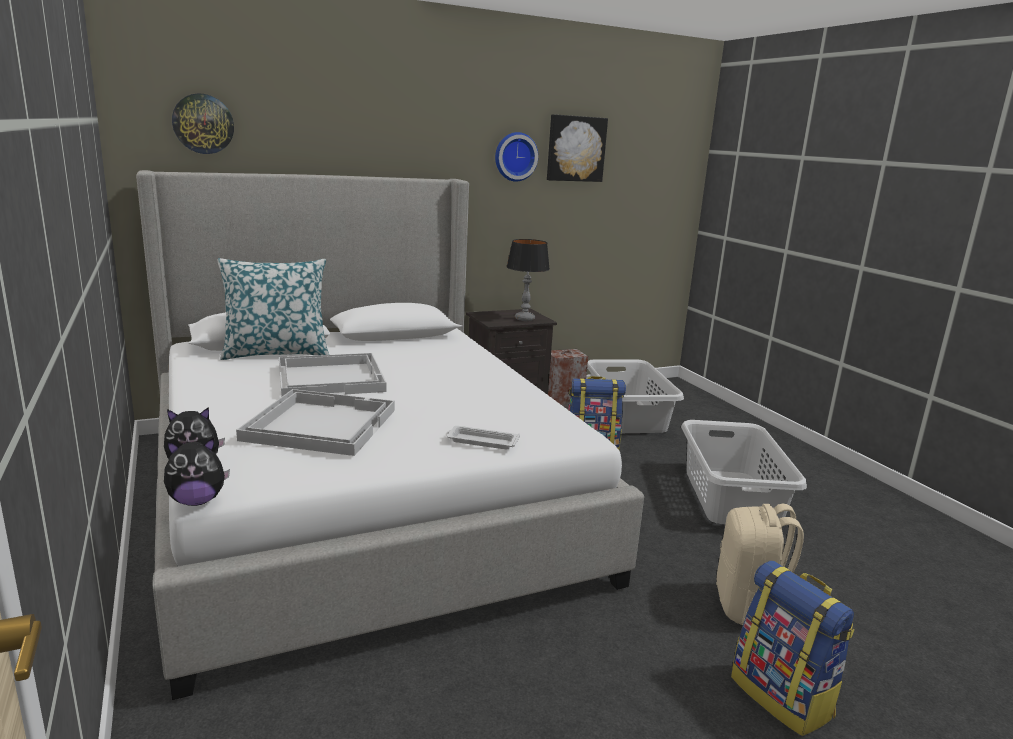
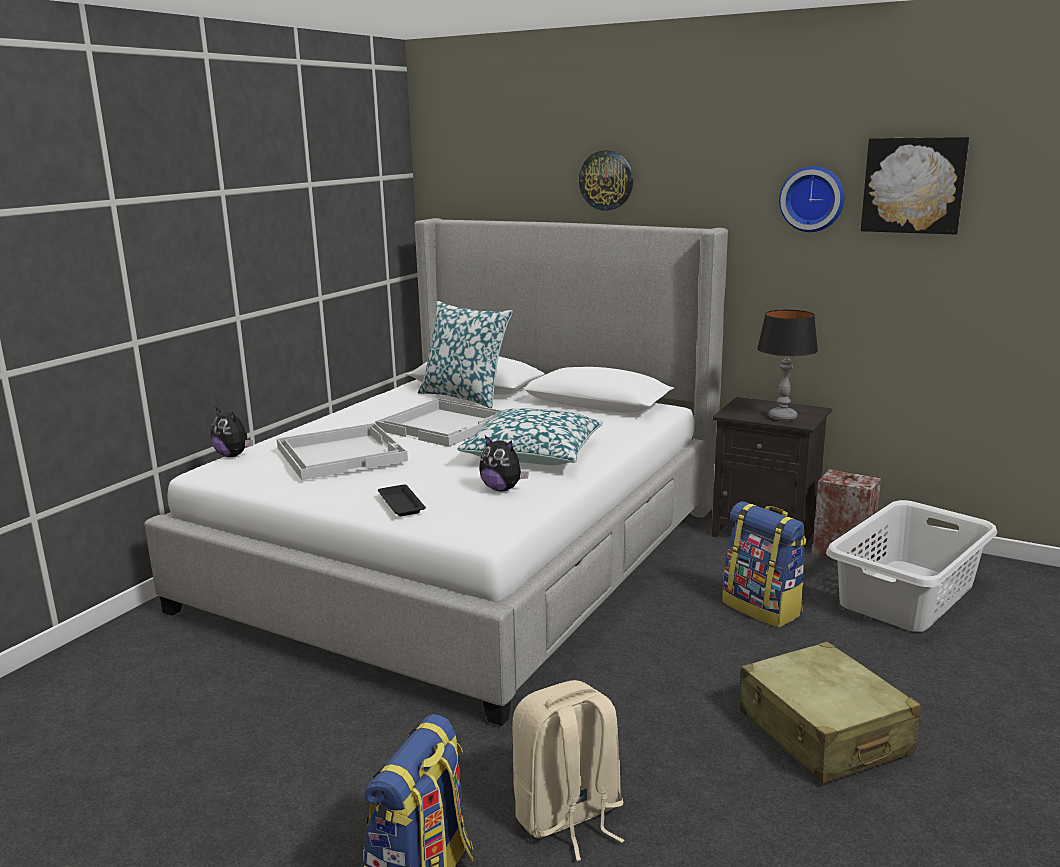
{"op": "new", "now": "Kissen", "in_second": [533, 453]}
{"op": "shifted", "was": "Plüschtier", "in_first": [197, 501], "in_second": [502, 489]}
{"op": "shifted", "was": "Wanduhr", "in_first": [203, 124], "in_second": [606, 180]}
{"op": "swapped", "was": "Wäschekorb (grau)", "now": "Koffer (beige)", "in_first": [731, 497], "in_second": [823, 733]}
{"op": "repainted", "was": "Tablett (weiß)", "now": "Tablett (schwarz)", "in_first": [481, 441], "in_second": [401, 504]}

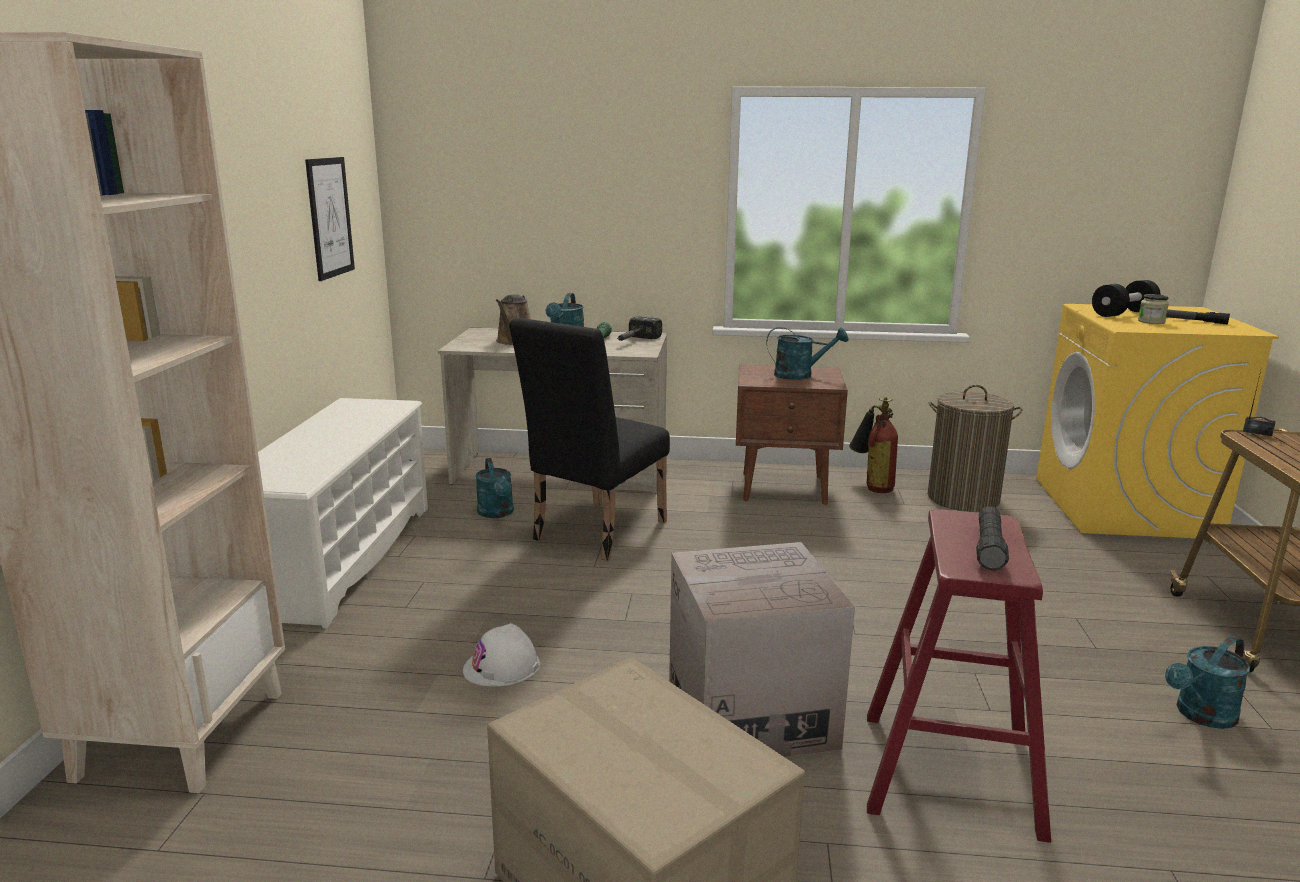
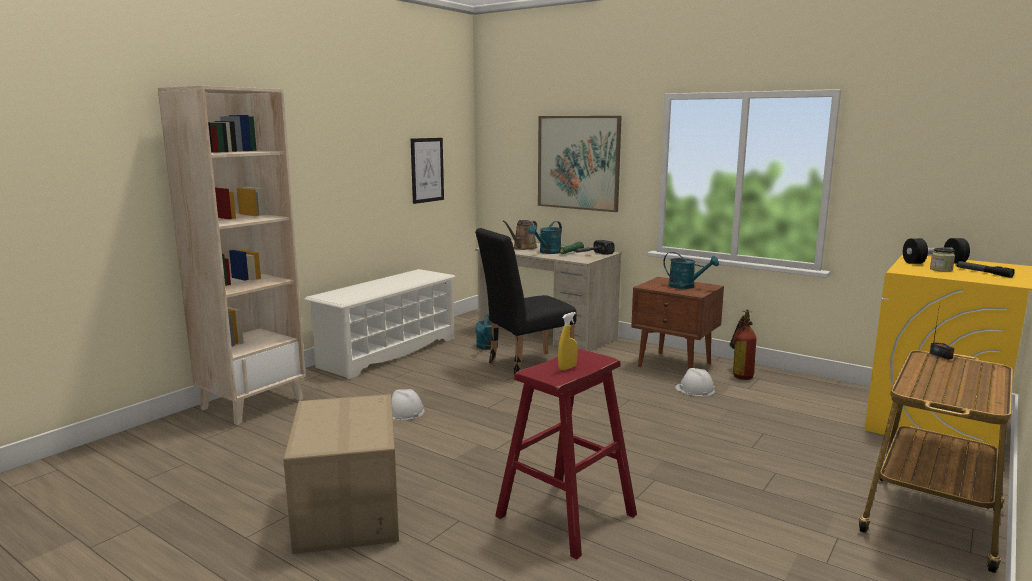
{"op": "gone", "was": "Karton", "in_first": [750, 714]}
{"op": "gone", "was": "Wäschekorb", "in_first": [963, 498]}
{"op": "gone", "was": "Gießkanne (türkis)", "in_first": [1201, 716]}
{"op": "new", "now": "Bild", "in_second": [578, 162]}
{"op": "new", "now": "Schutzhelm (weiß)", "in_second": [695, 389]}
{"op": "swapped", "was": "Taschenlampe (schwarz)", "now": "Sprühflasche (gelb)", "in_first": [989, 548], "in_second": [567, 368]}

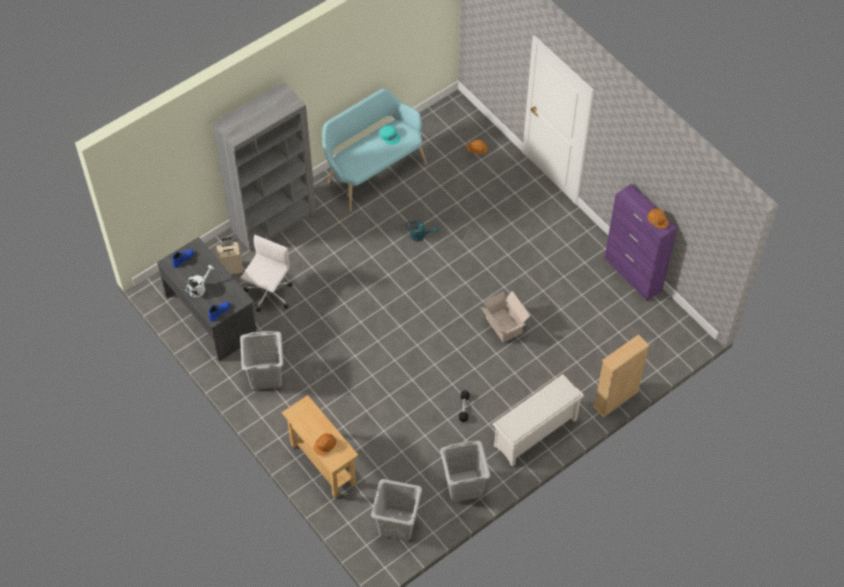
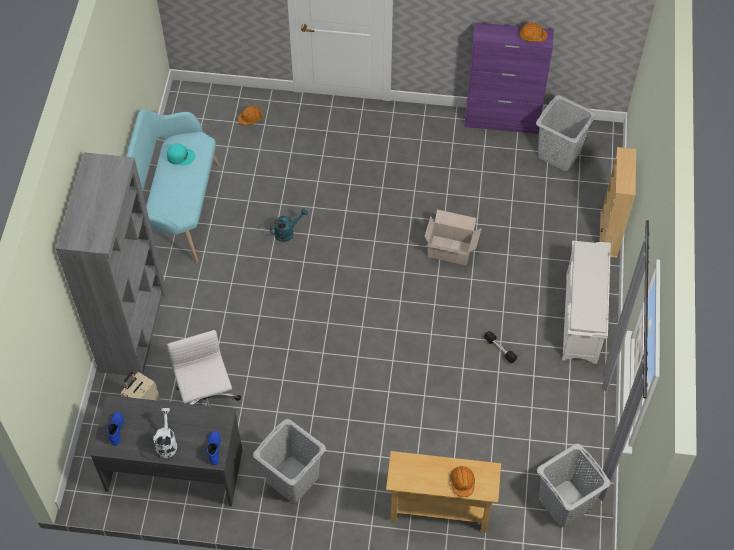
{"op": "shifted", "was": "Wäschekorb (grau)", "in_first": [463, 486], "in_second": [559, 154]}

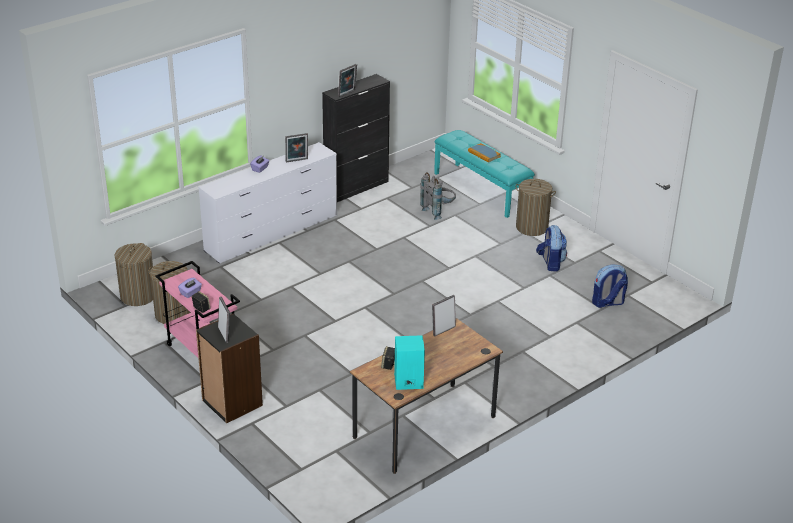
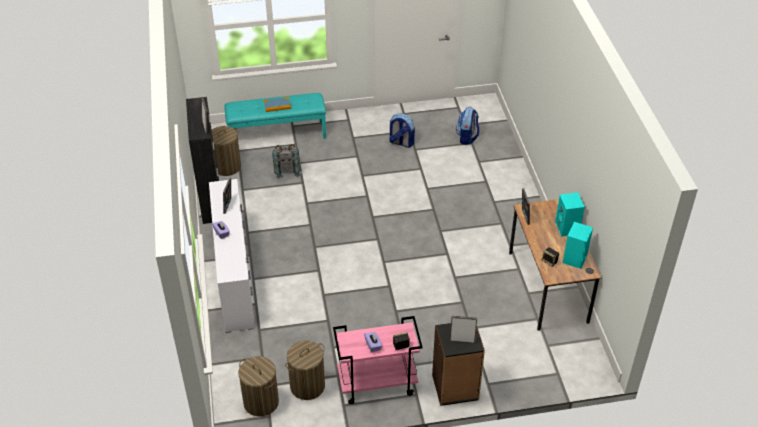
{"op": "new", "now": "Lautsprecher (türkis)", "in_second": [568, 228]}
{"op": "shifted", "was": "Wäschekorb", "in_first": [532, 227], "in_second": [227, 167]}

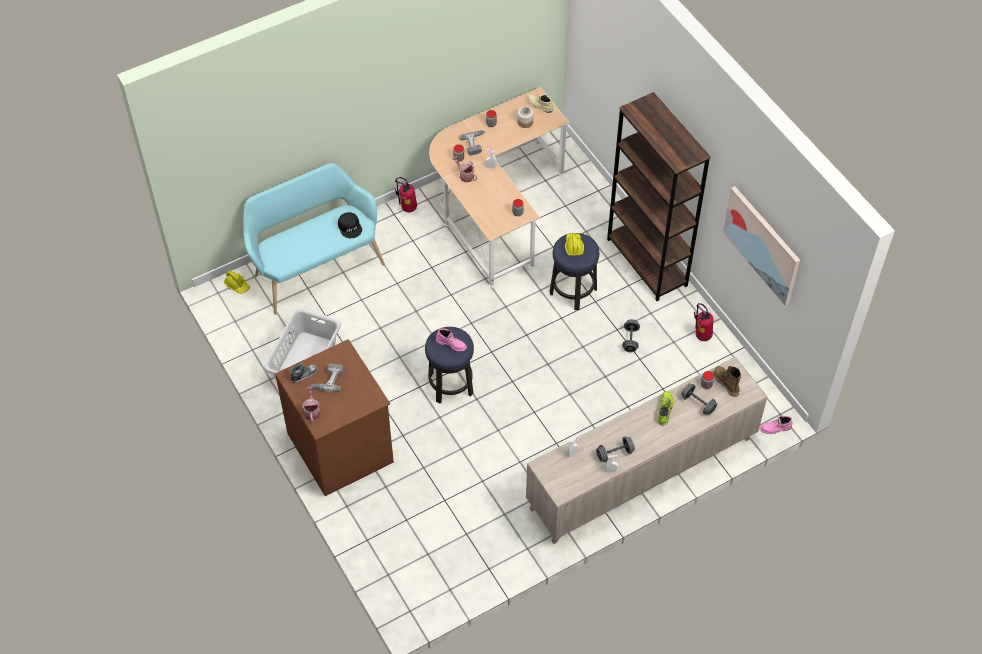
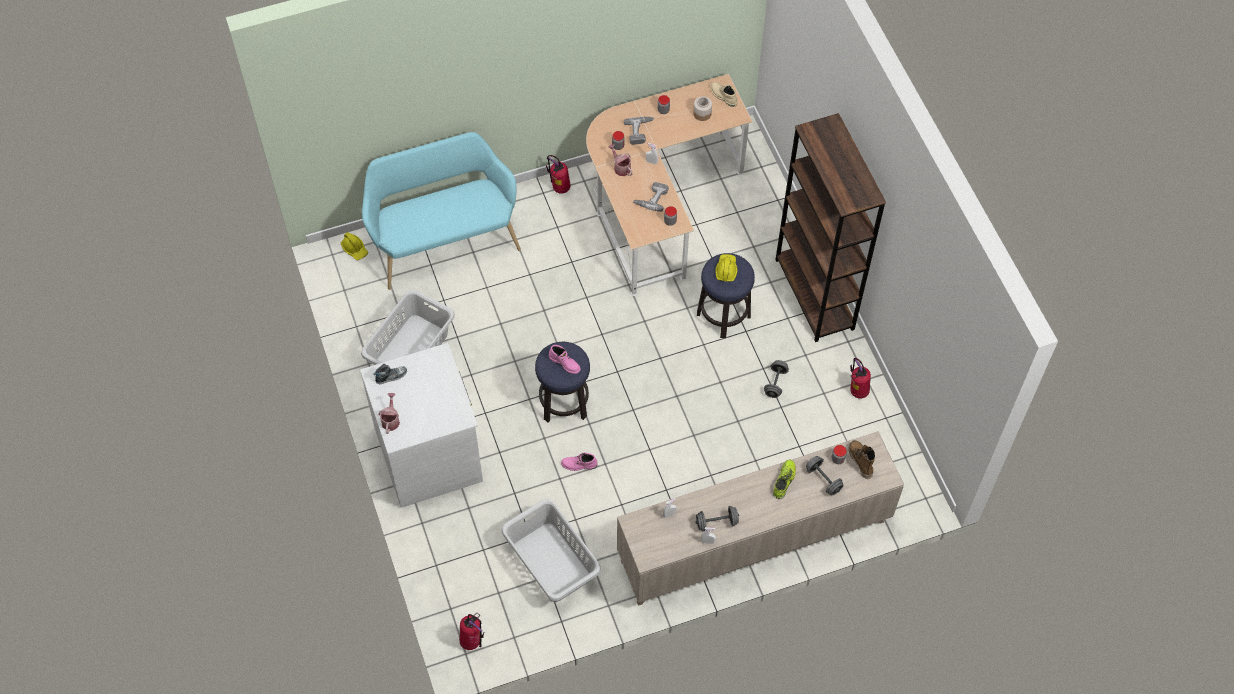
{"op": "gone", "was": "Kappe (schwarz)", "in_first": [350, 227]}
{"op": "gone", "was": "Bild", "in_first": [762, 244]}
{"op": "new", "now": "Feuerlöscher", "in_second": [472, 641]}
{"op": "new", "now": "Wäschekorb (grau)", "in_second": [551, 563]}
{"op": "shifted", "was": "Bohrmaschine", "in_first": [328, 380], "in_second": [651, 198]}
{"op": "shifted", "was": "Stiefel (rosa)", "in_first": [775, 428], "in_second": [579, 465]}
{"op": "repainted", "was": "Kommode (braun)", "now": "Kommode (weiß)", "in_first": [341, 447], "in_second": [430, 454]}

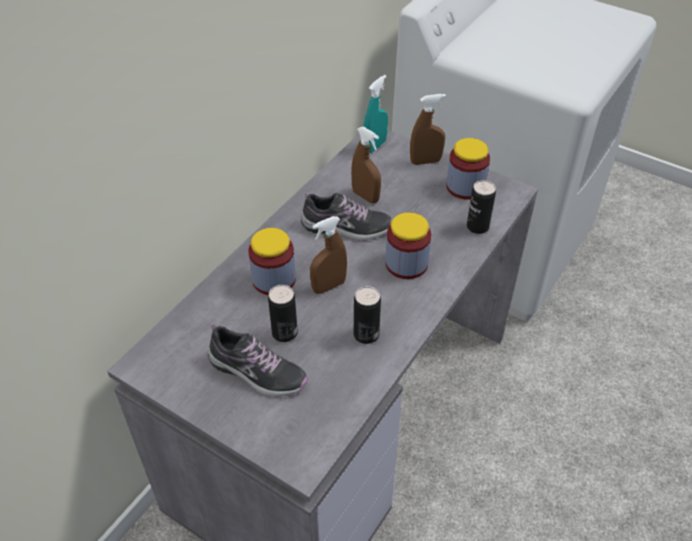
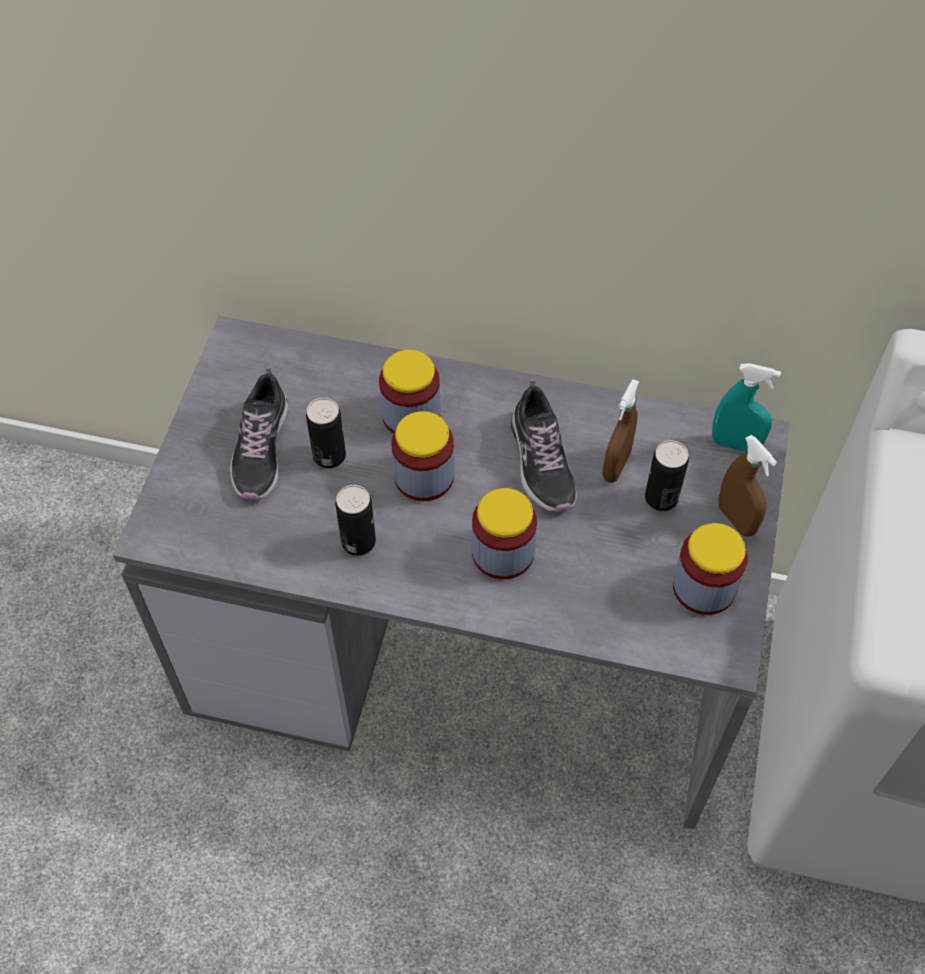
{"op": "shifted", "was": "Dose", "in_first": [477, 227], "in_second": [661, 498]}
{"op": "swapped", "was": "Sprühflasche (braun)", "now": "Vorratsglas", "in_first": [328, 286], "in_second": [424, 476]}

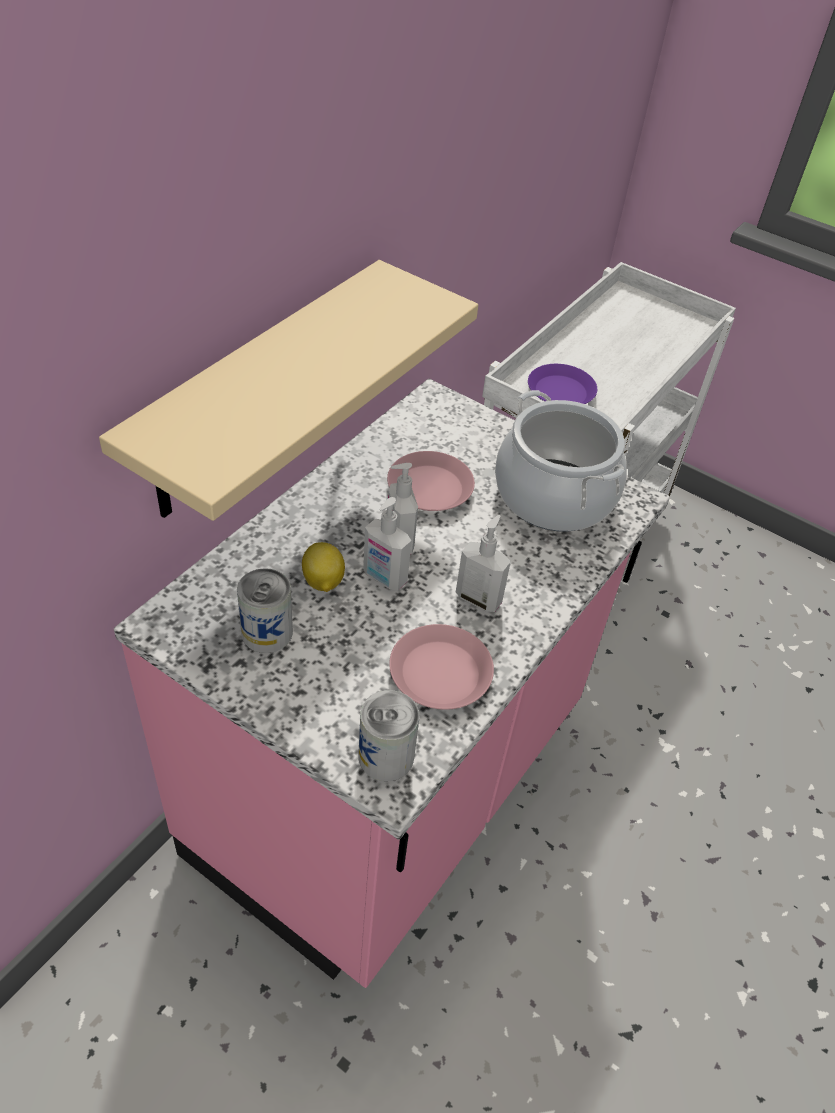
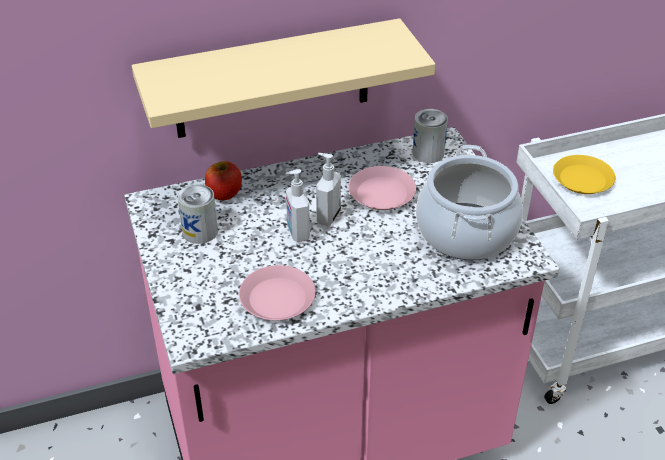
{"op": "gone", "was": "Zitrone", "in_first": [322, 582]}
{"op": "gone", "was": "Seifenspender", "in_first": [479, 598]}
{"op": "new", "now": "Apfel", "in_second": [224, 193]}
{"op": "shifted", "was": "Dose", "in_first": [386, 756], "in_second": [428, 153]}
{"op": "repainted", "was": "Teller (lila)", "now": "Teller (gelb)", "in_first": [561, 392], "in_second": [583, 179]}

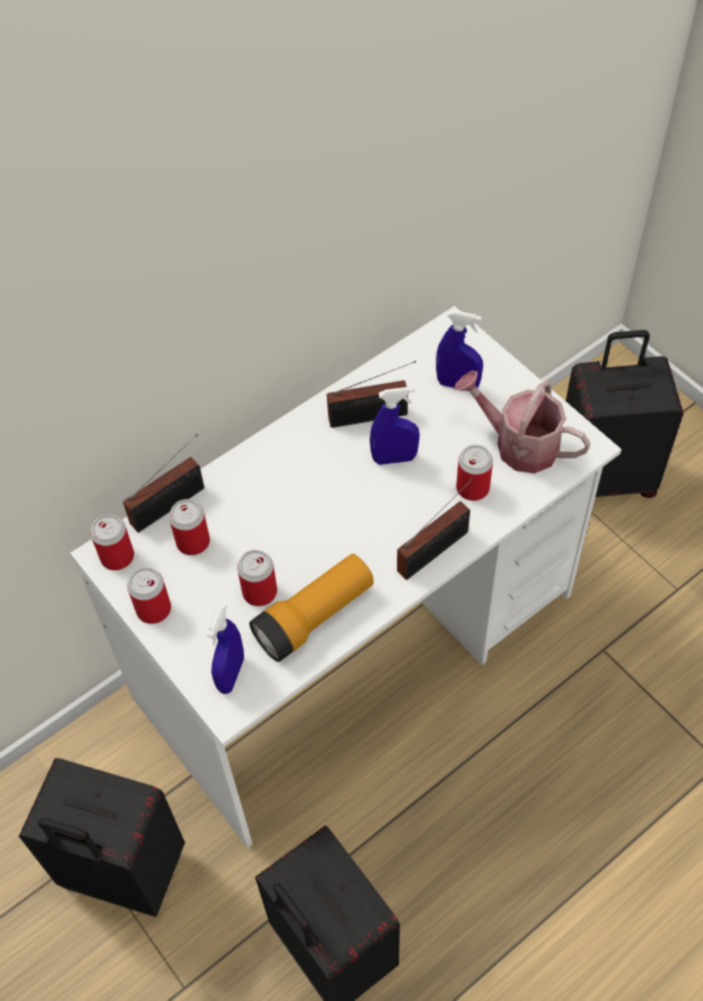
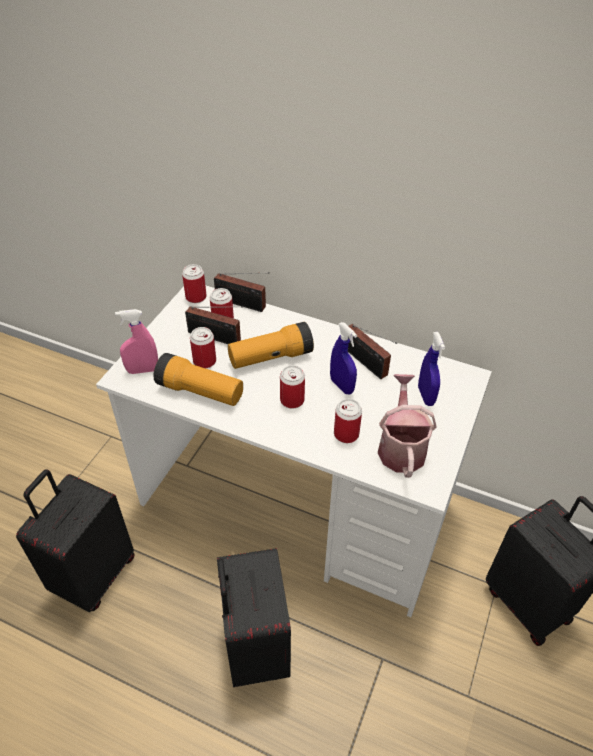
{"op": "new", "now": "Taschenlampe", "in_second": [270, 357]}
{"op": "shifted", "was": "Koffer (schwarz)", "in_first": [122, 873], "in_second": [254, 648]}
{"op": "shifted", "was": "Dose", "in_first": [153, 609], "in_second": [292, 400]}
{"op": "shifted", "was": "Radio", "in_first": [437, 549], "in_second": [217, 338]}
{"op": "repainted", "was": "Sprühflasche (blau)", "now": "Sprühflasche (rosa)", "in_first": [231, 674], "in_second": [142, 370]}

